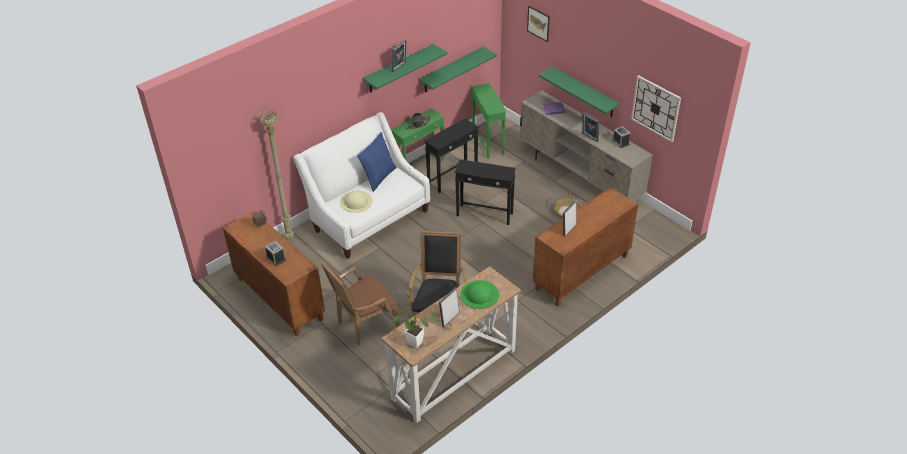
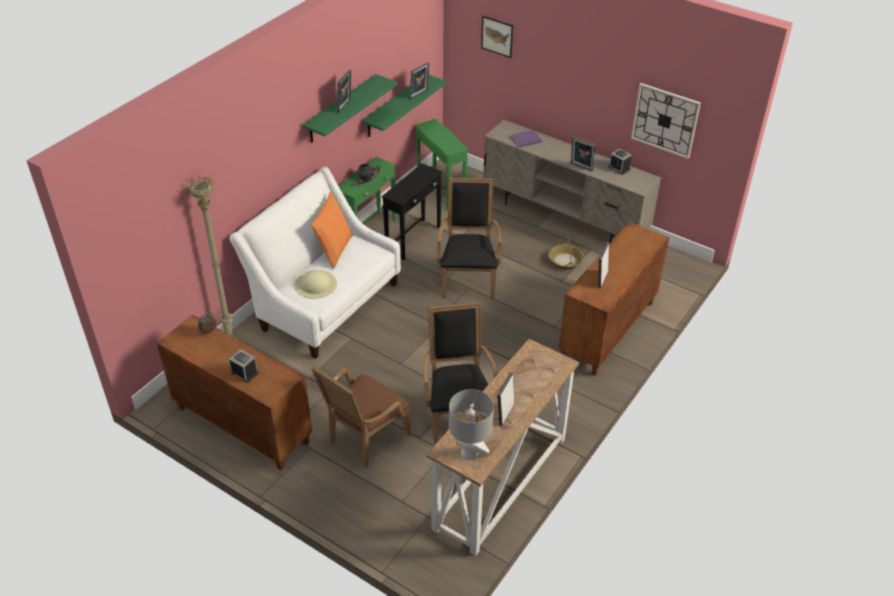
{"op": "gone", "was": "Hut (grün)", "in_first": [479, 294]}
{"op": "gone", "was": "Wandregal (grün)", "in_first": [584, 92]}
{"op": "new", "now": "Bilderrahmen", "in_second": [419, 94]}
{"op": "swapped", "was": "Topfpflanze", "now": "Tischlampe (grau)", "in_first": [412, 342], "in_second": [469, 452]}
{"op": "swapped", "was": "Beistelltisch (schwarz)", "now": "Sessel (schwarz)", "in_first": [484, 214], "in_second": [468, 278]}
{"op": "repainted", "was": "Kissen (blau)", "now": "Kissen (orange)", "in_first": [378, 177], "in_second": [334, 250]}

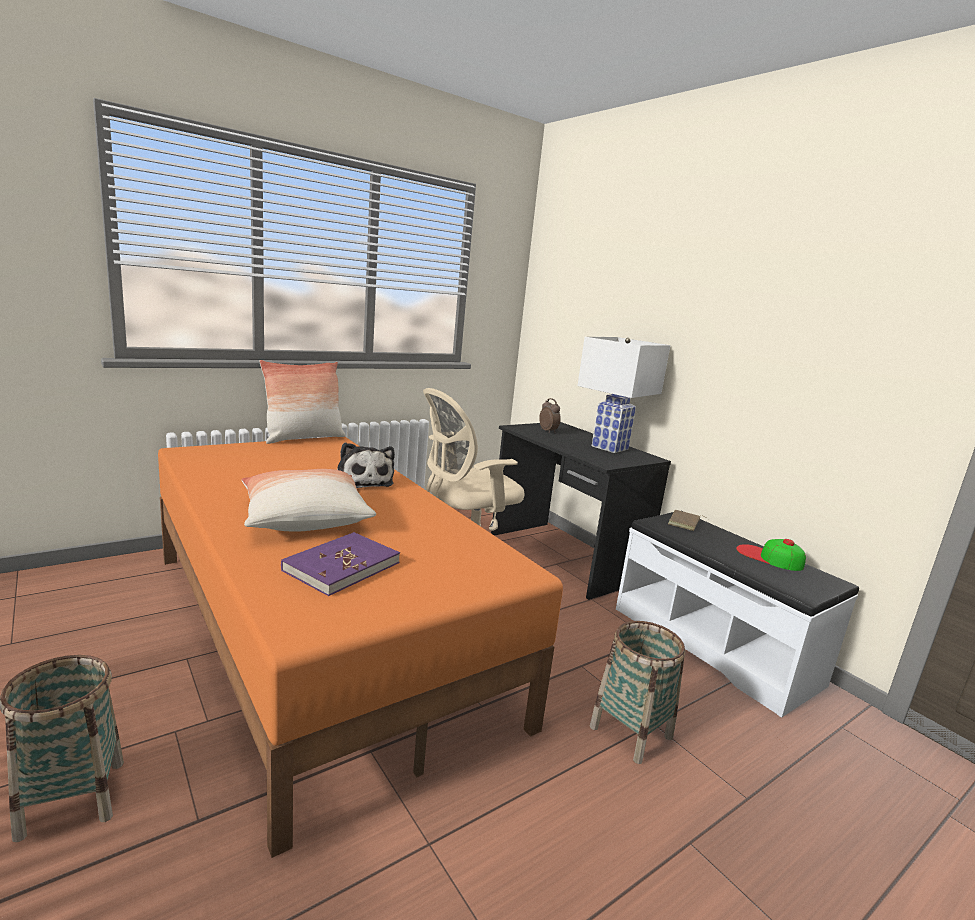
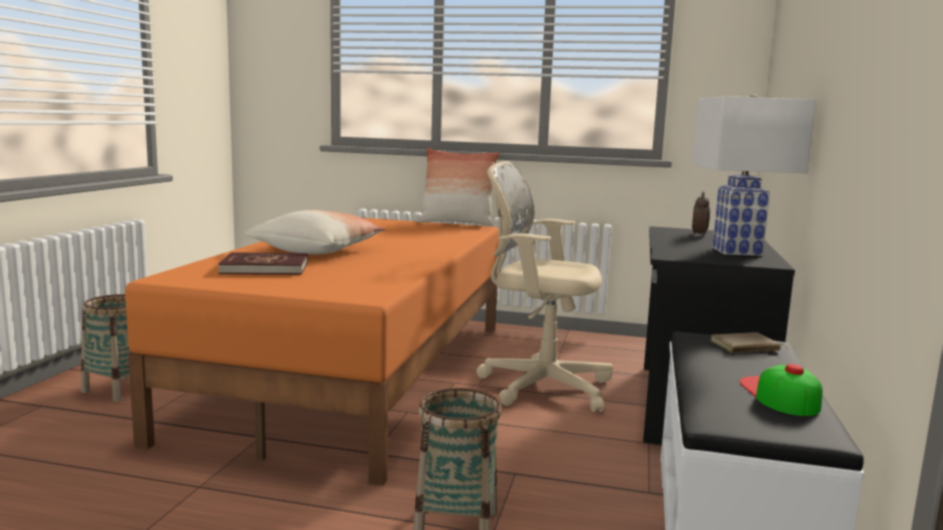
{"op": "gone", "was": "Plüschtier", "in_first": [363, 481]}
{"op": "repainted", "was": "Buch (lila)", "now": "Buch (rot)", "in_first": [341, 566], "in_second": [265, 268]}

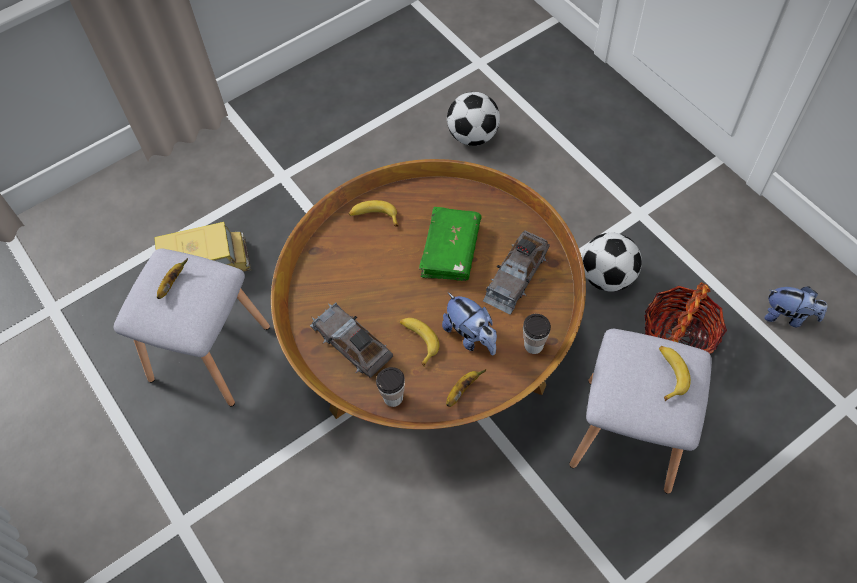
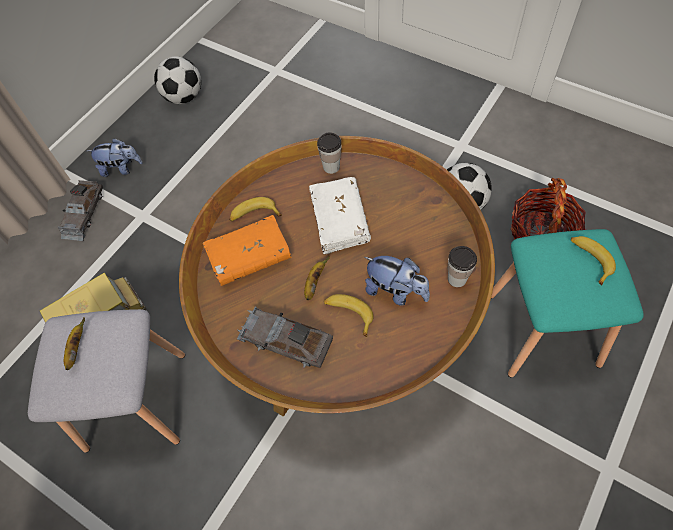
{"op": "new", "now": "Buch (orange)", "in_second": [249, 257]}
{"op": "shifted", "was": "Tasse", "in_first": [393, 397], "in_second": [331, 167]}
{"op": "shifted", "was": "Banane", "in_first": [462, 390], "in_second": [314, 283]}
{"op": "shifted", "was": "Fußball", "in_first": [472, 136], "in_second": [184, 97]}
{"op": "shifted", "was": "Spielzeugauto (grau)", "in_first": [516, 275], "in_second": [83, 214]}
{"op": "shifted", "was": "Plüschtier", "in_first": [788, 316], "in_second": [121, 168]}
{"op": "repainted", "was": "Buch (grün)", "now": "Buch (weiß)", "in_first": [450, 250], "in_second": [339, 220]}
{"op": "repainted", "was": "Hocker (grau)", "now": "Hocker (türkis)", "in_first": [627, 432], "in_second": [541, 327]}

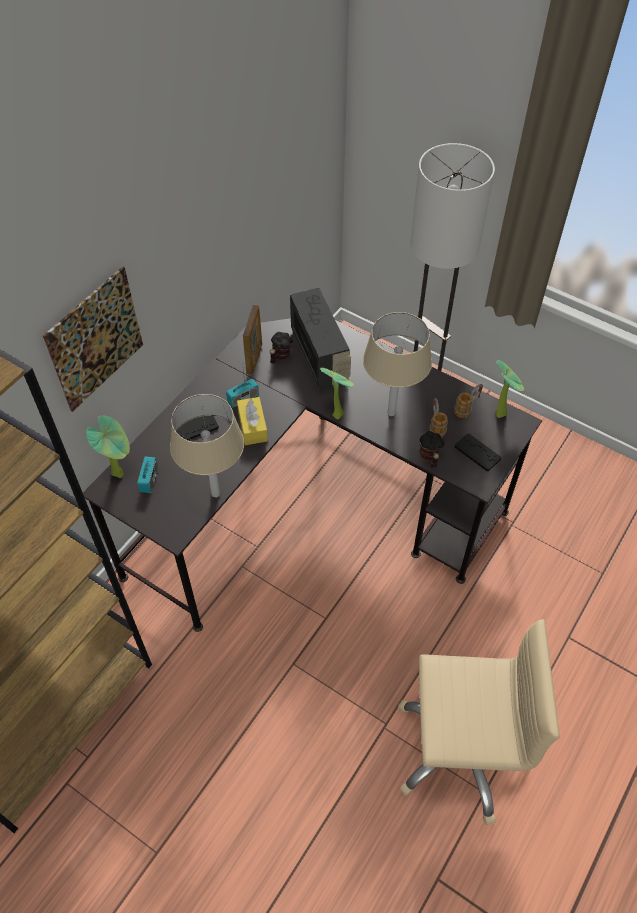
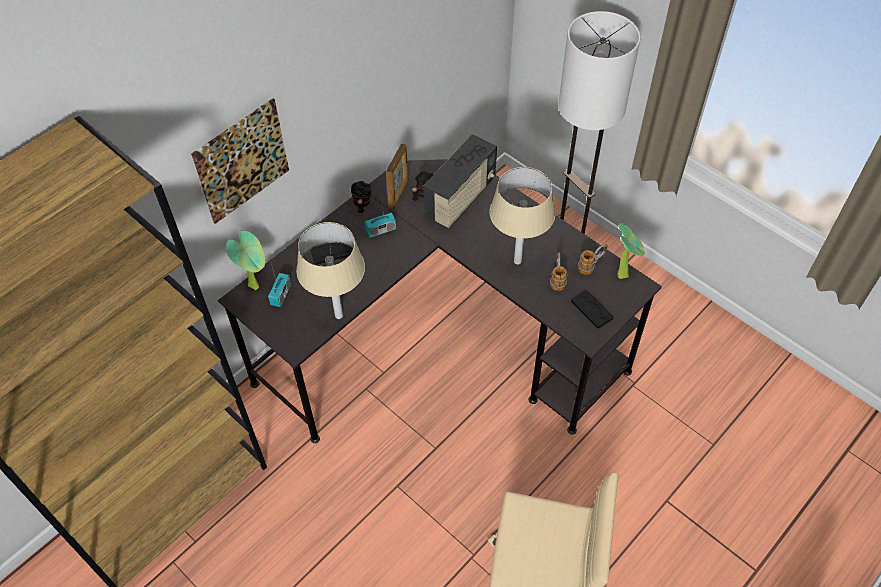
{"op": "gone", "was": "Taschentuchbox (gelb)", "in_first": [252, 426]}
{"op": "gone", "was": "Topfpflanze", "in_first": [337, 413]}
{"op": "shifted", "was": "Henkelbecher", "in_first": [429, 457], "in_second": [361, 204]}
{"op": "rotated", "was": "Radio", "in_first": [320, 356], "in_second": [461, 199], "clockwise": 45}

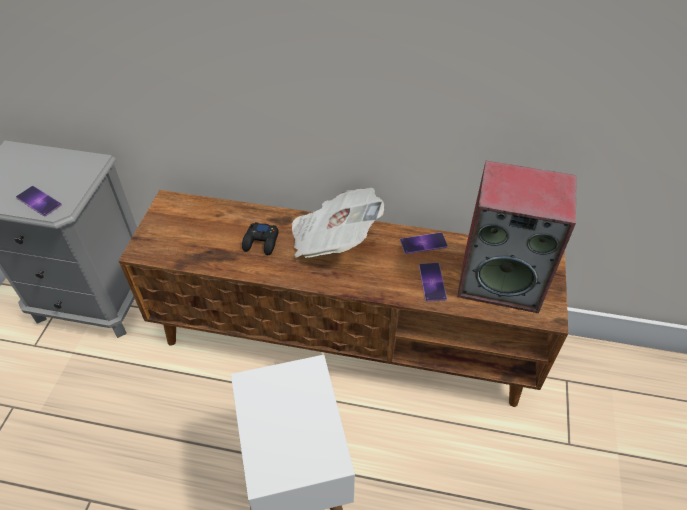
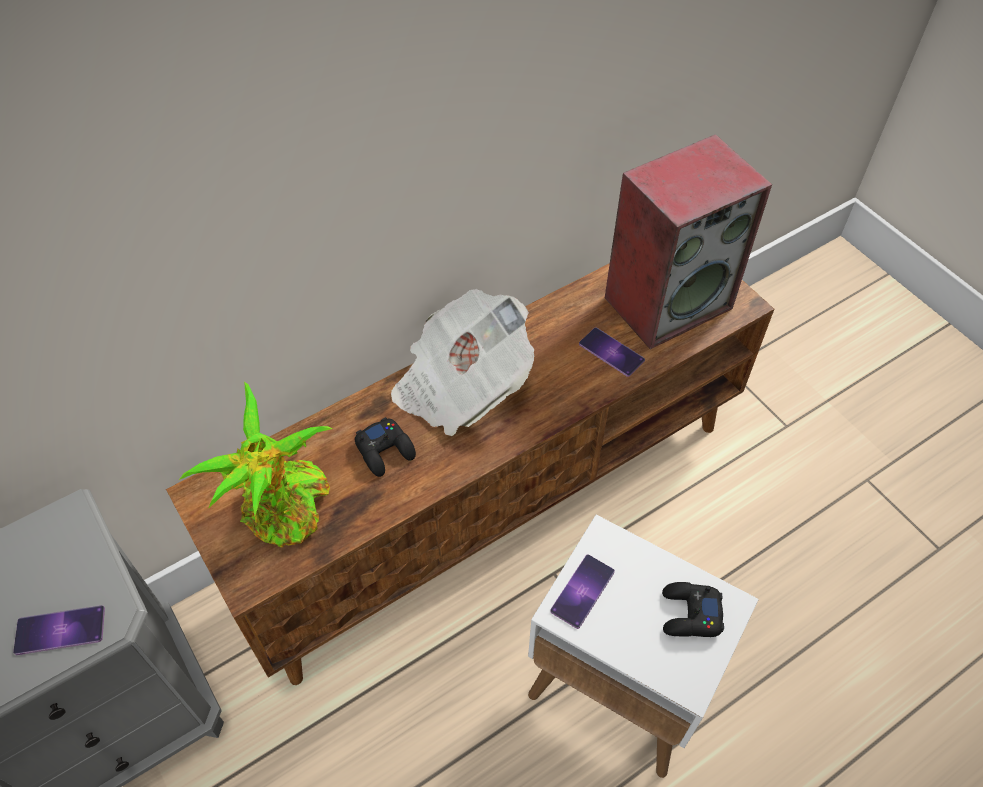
{"op": "new", "now": "Topfpflanze", "in_second": [285, 512]}
{"op": "new", "now": "Gamepad (schwarz)", "in_second": [690, 614]}
{"op": "shifted", "was": "Handy", "in_first": [423, 243], "in_second": [582, 591]}

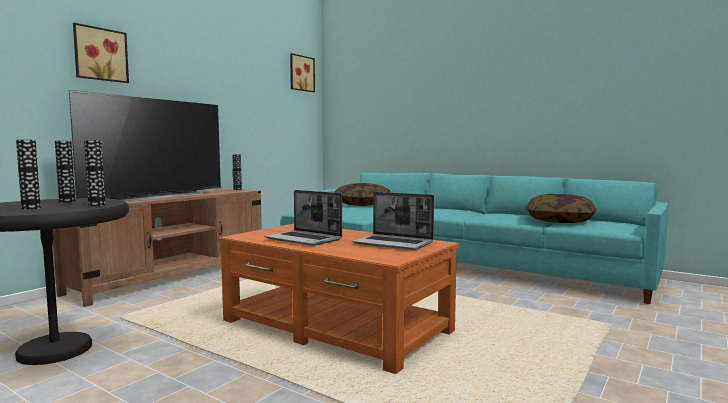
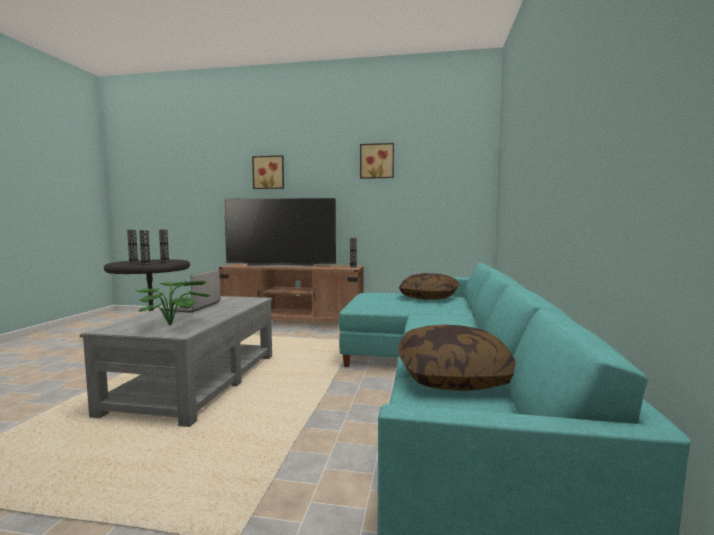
{"op": "shifted", "was": "Bild", "in_first": [301, 73], "in_second": [377, 161]}
{"op": "swapped", "was": "Laptop", "now": "Topfpflanze", "in_first": [394, 243], "in_second": [175, 324]}
{"op": "repainted", "was": "Couchtisch (orange)", "now": "Couchtisch (grau)", "in_first": [335, 327], "in_second": [196, 382]}

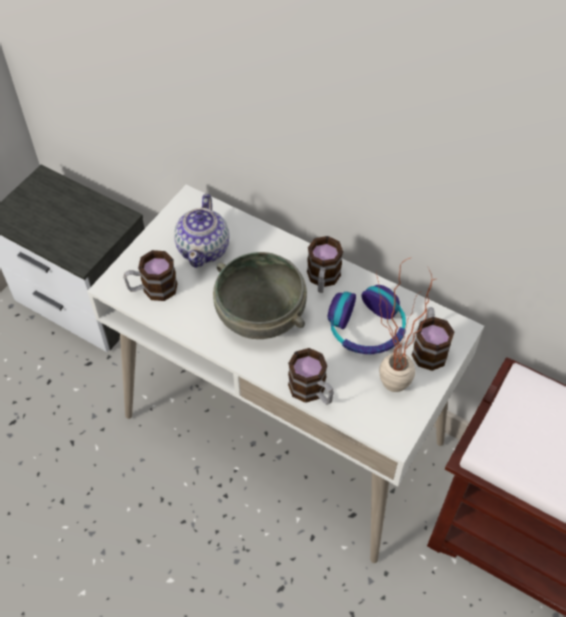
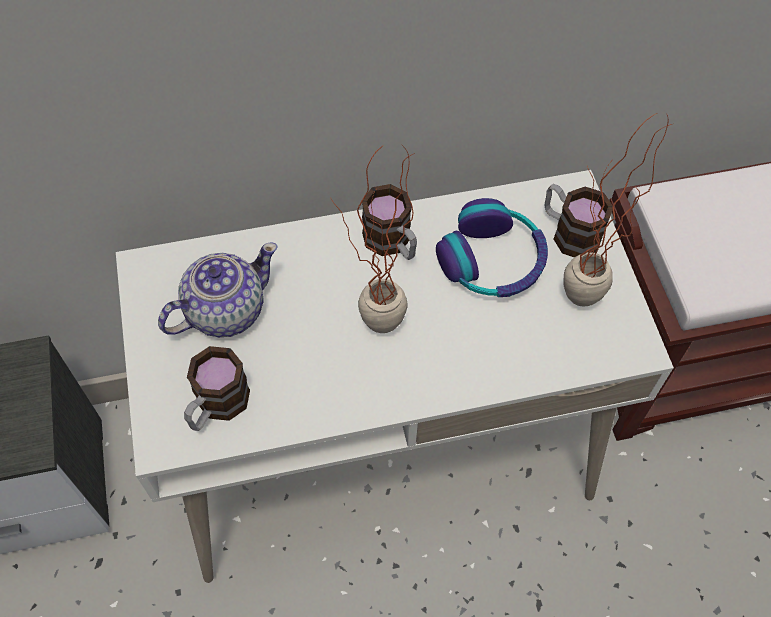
{"op": "gone", "was": "Henkelbecher", "in_first": [312, 391]}
{"op": "swapped", "was": "Schüssel (grau)", "now": "Topfpflanze", "in_first": [262, 315], "in_second": [373, 334]}
{"op": "rotated", "was": "Teekanne", "in_first": [204, 248], "in_second": [224, 310], "clockwise": -90}

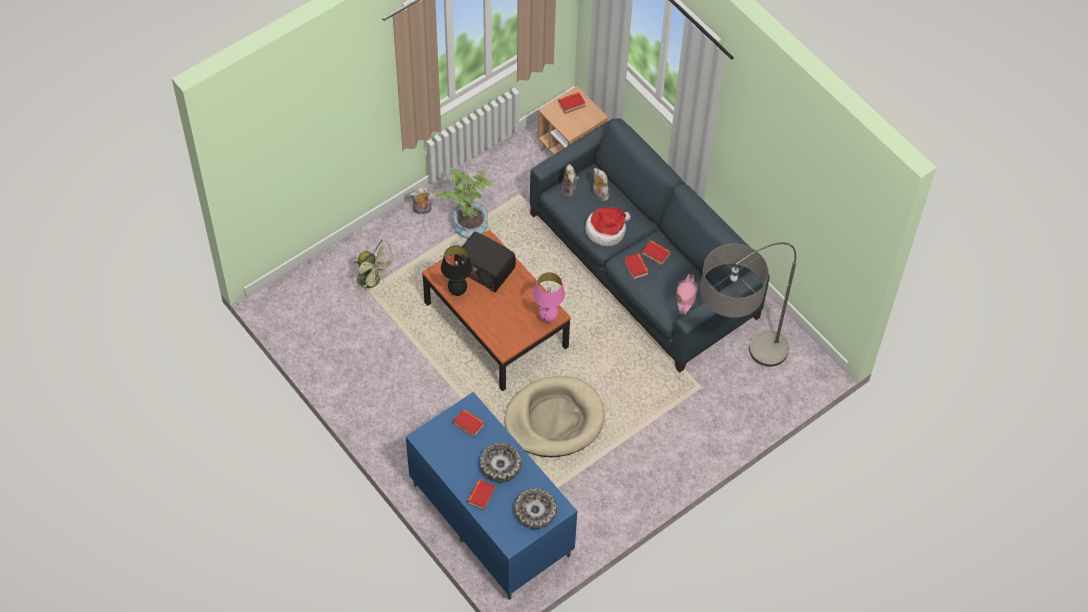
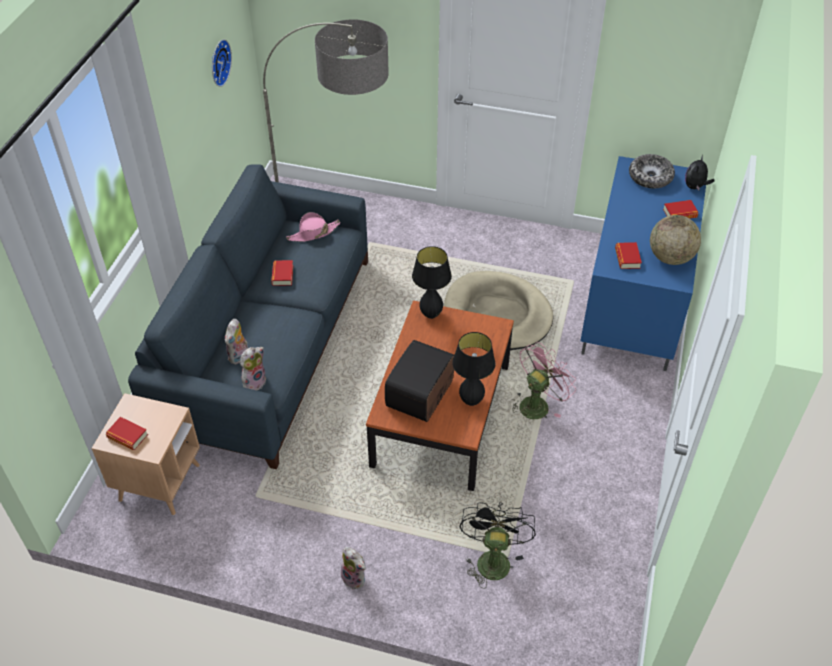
{"op": "gone", "was": "Topfpflanze", "in_first": [467, 224]}
{"op": "gone", "was": "Schüssel", "in_first": [500, 465]}
{"op": "gone", "was": "Hut", "in_first": [606, 230]}
{"op": "gone", "was": "Buch", "in_first": [636, 268]}
{"op": "new", "now": "Wanduhr", "in_second": [218, 62]}
{"op": "new", "now": "Ventilator (rosa)", "in_second": [537, 403]}
{"op": "new", "now": "Globus", "in_second": [670, 258]}
{"op": "new", "now": "Plüschtier", "in_second": [695, 187]}
{"op": "repainted", "was": "Ventilator (grün)", "now": "Ventilator (schwarz)", "in_first": [373, 282], "in_second": [492, 558]}
{"op": "repainted", "was": "Tischlampe (rosa)", "now": "Tischlampe (schwarz)", "in_first": [548, 318], "in_second": [431, 314]}
{"op": "rotated", "was": "Radio", "in_first": [486, 269], "in_second": [421, 394], "clockwise": -150}

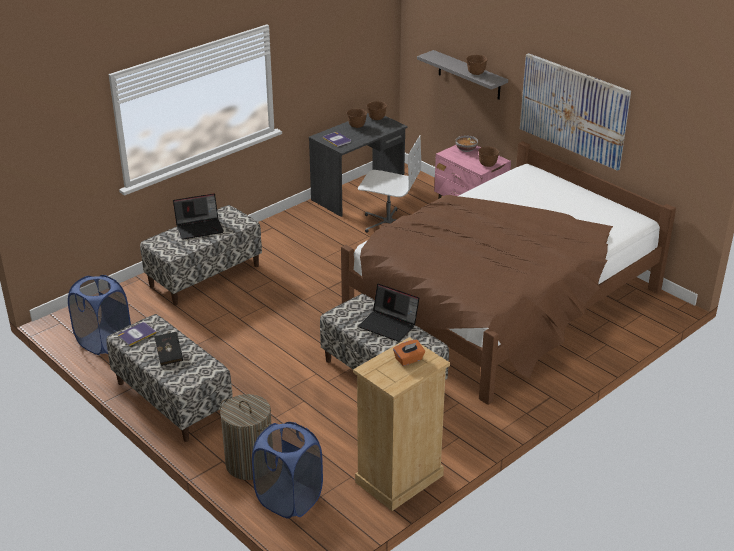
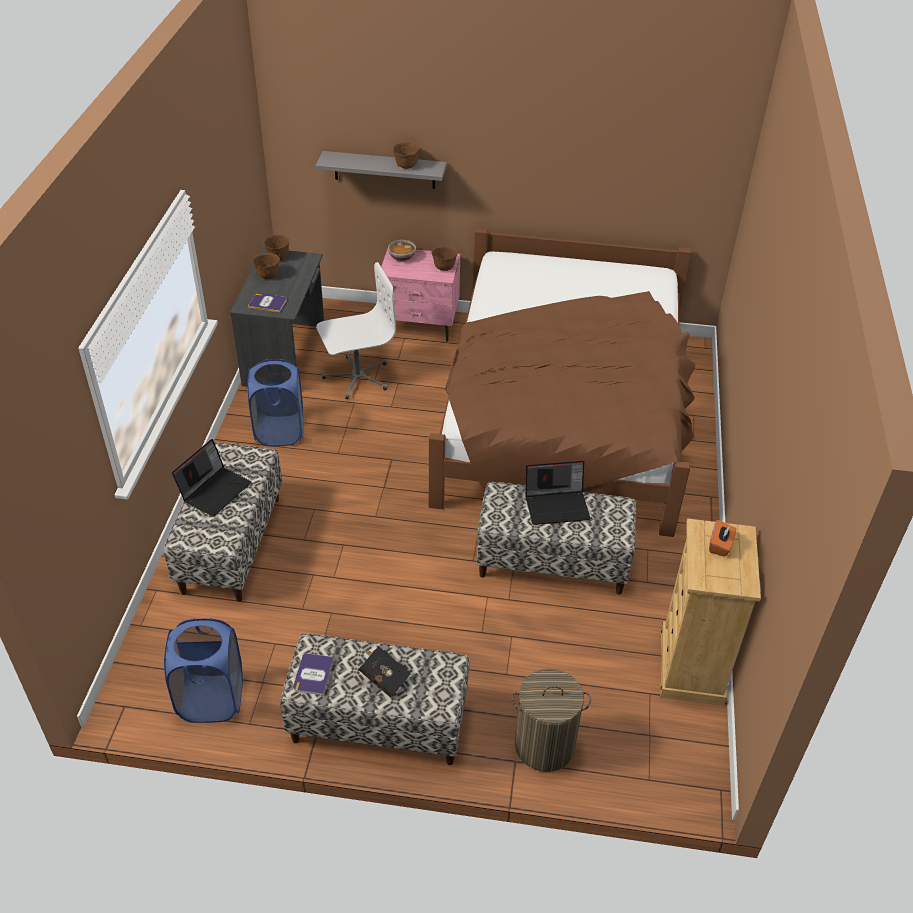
{"op": "gone", "was": "Bild", "in_first": [573, 110]}
{"op": "shifted", "was": "Wäschekorb (blau)", "in_first": [289, 499], "in_second": [279, 432]}

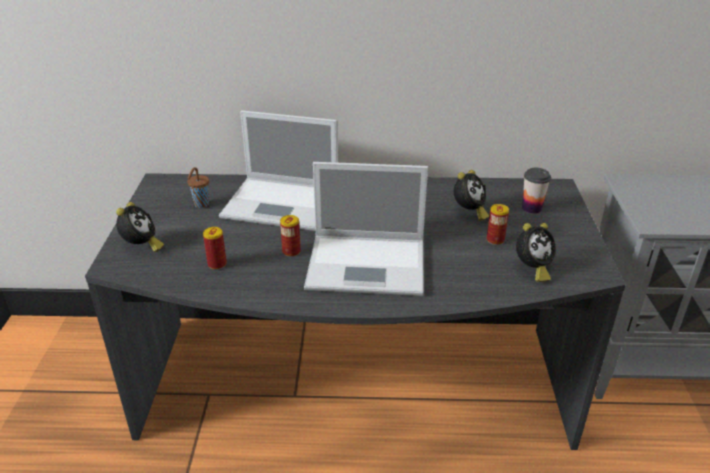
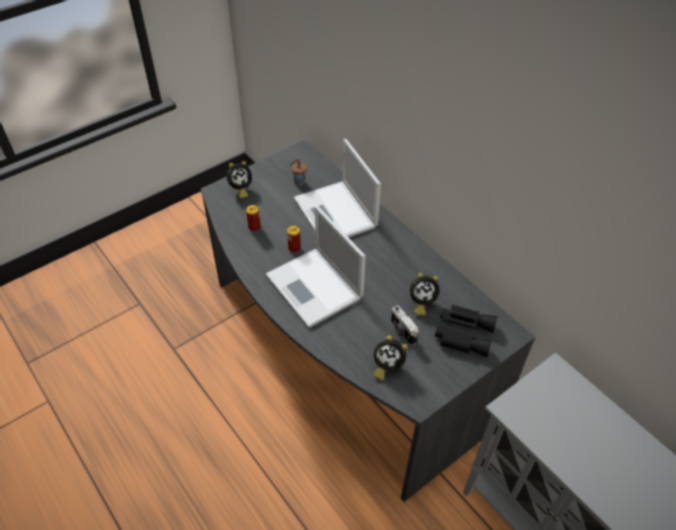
{"op": "swapped", "was": "Dose", "now": "Kamera", "in_first": [495, 240], "in_second": [402, 332]}
{"op": "swapped", "was": "Tasse", "now": "Fernglas (schwarz)", "in_first": [531, 208], "in_second": [463, 332]}

